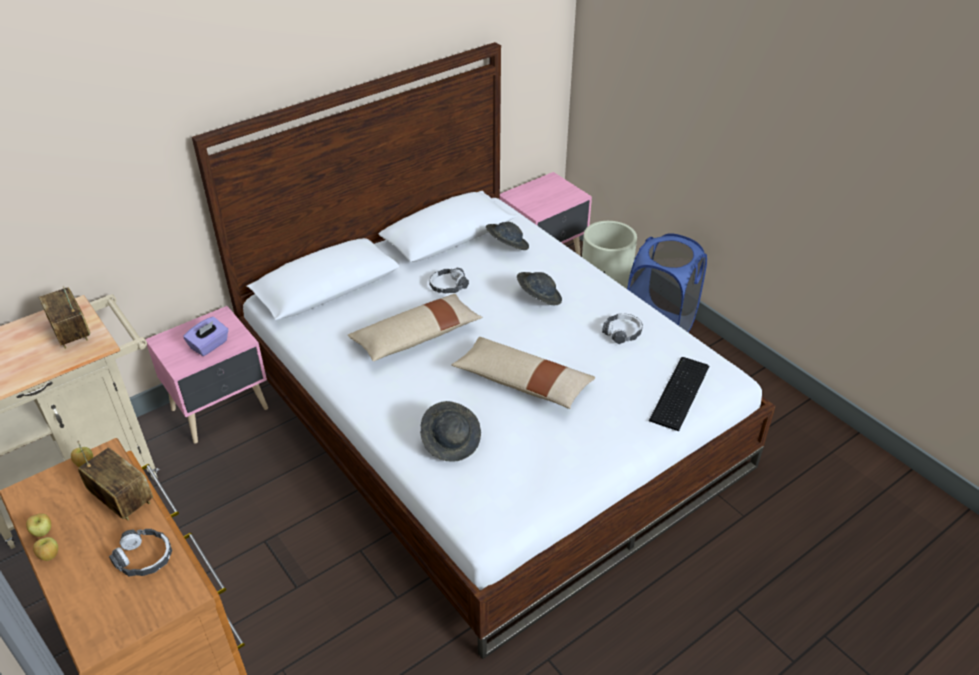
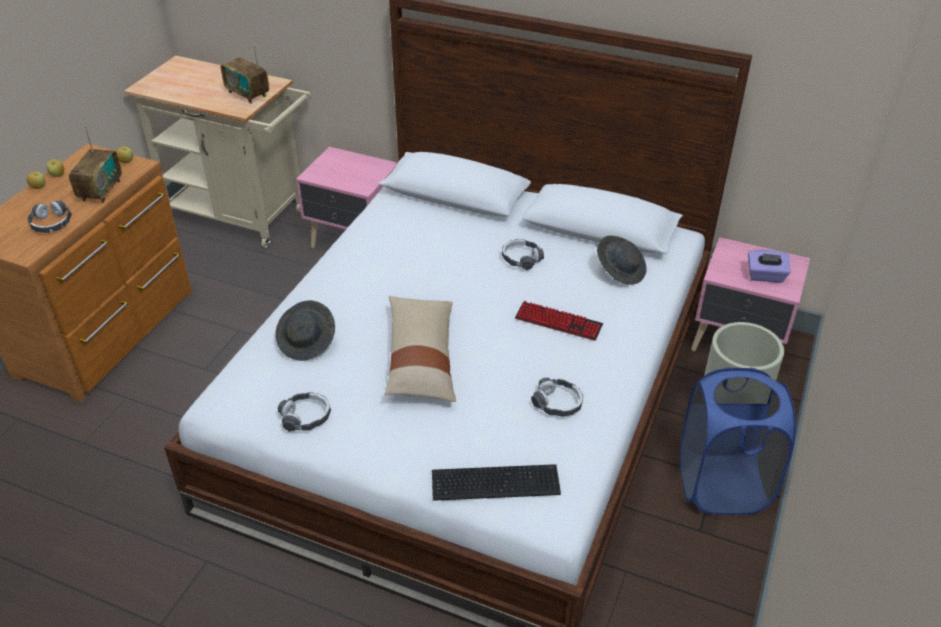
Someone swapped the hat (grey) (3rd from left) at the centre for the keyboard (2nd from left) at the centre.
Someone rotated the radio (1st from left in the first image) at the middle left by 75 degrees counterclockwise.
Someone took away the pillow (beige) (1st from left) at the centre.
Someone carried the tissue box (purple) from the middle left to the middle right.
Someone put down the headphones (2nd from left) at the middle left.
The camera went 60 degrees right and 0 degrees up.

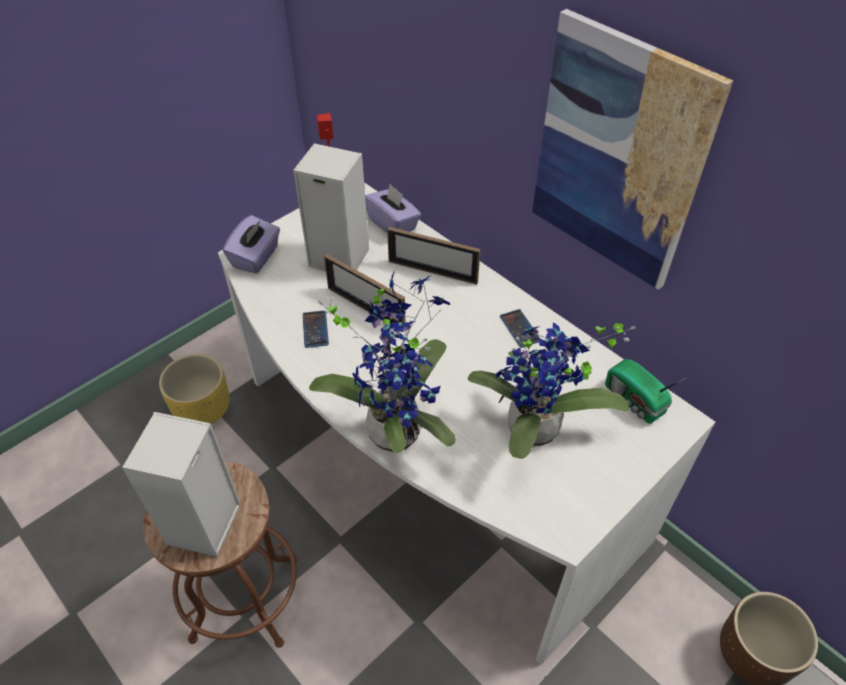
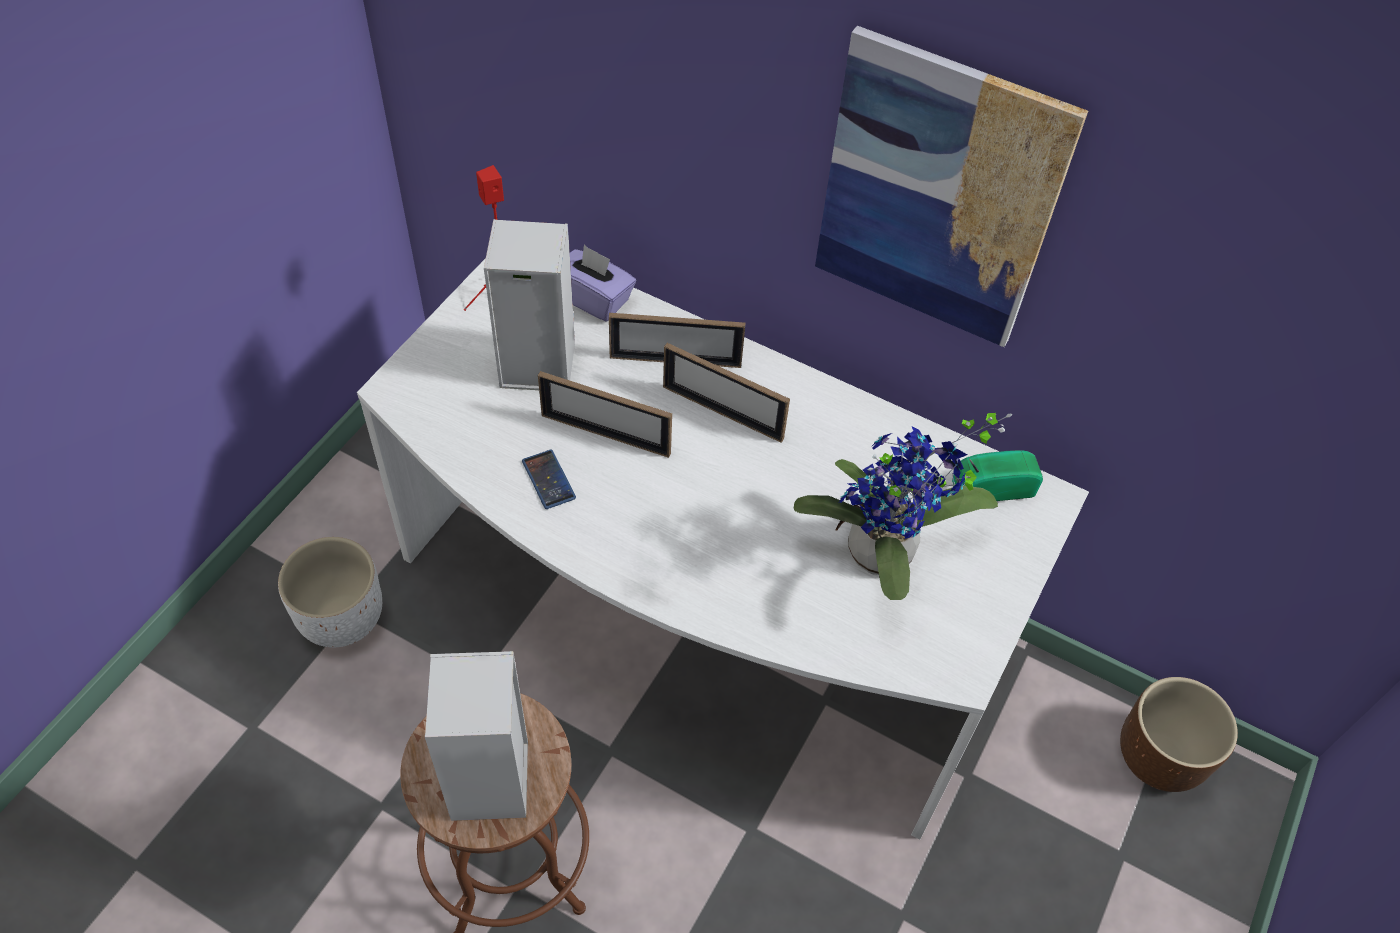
Someone took away the tissue box (purple) (1st from left) at the middle left.
Someone took away the potted plant (1st from left) at the centre.
Someone took away the phone (2nd from left) at the centre.
Someone repainted the planter (yellow) at the middle left, which became the planter (white) at the middle left.
Someone rotated the radio at the middle right by 135 degrees clockwise.
Someone put down the picture frame (3rd from left) at the centre.
The camera went 20 degrees left and 5 degrees up.

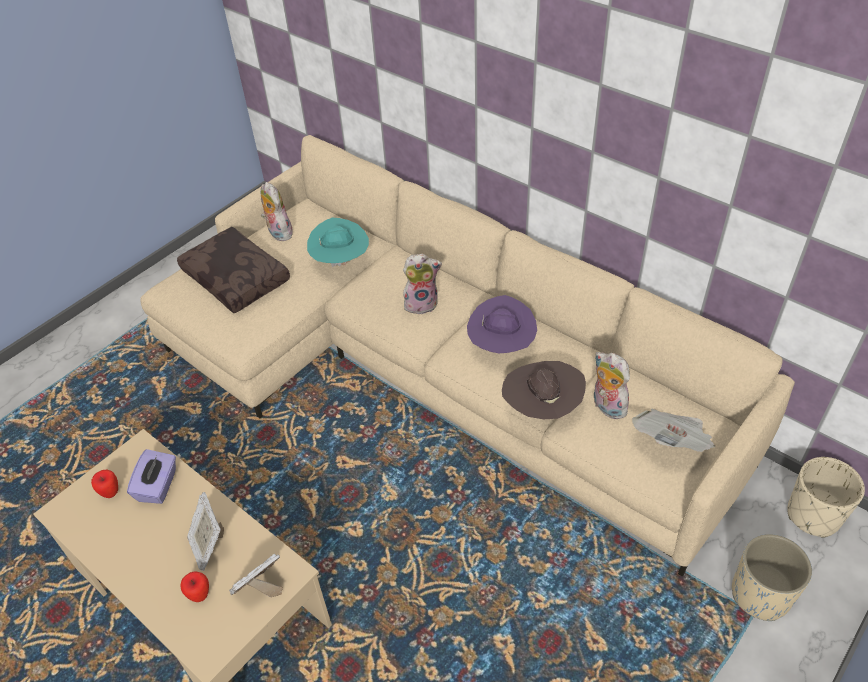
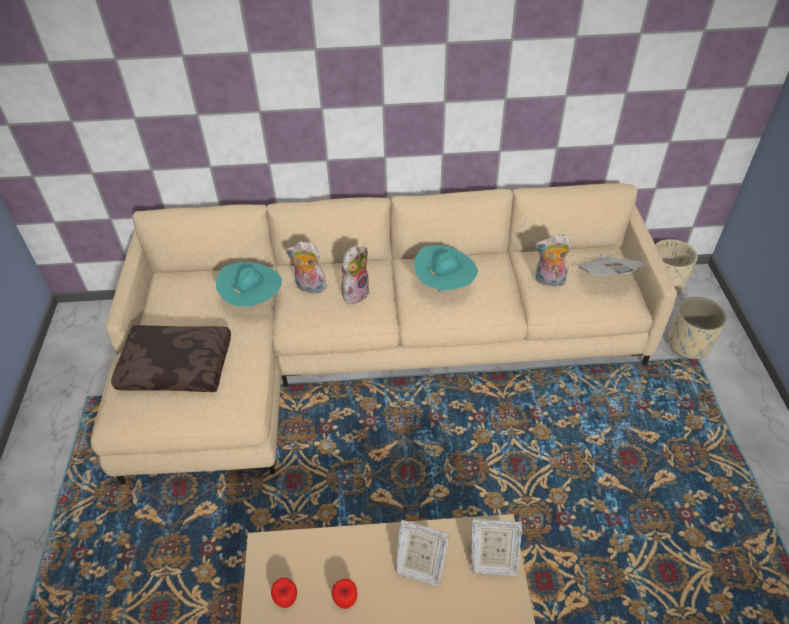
Someone carried the plush toy (1st from left) from the top left to the centre.
Someone repainted the hat (purple) at the centre, which became the hat (turquoise) (2nd from left) at the centre.
Someone took away the hat (brown) at the centre.
Someone took away the tissue box (purple) at the bottom left.
Someone rotated the picture frame (2nd from left) at the bottom left by 90 degrees counterclockwise.
Someone carried the apple (2nd from left) from the bottom left to the bottom centre.
The camera went 45 degrees left and 0 degrees up.

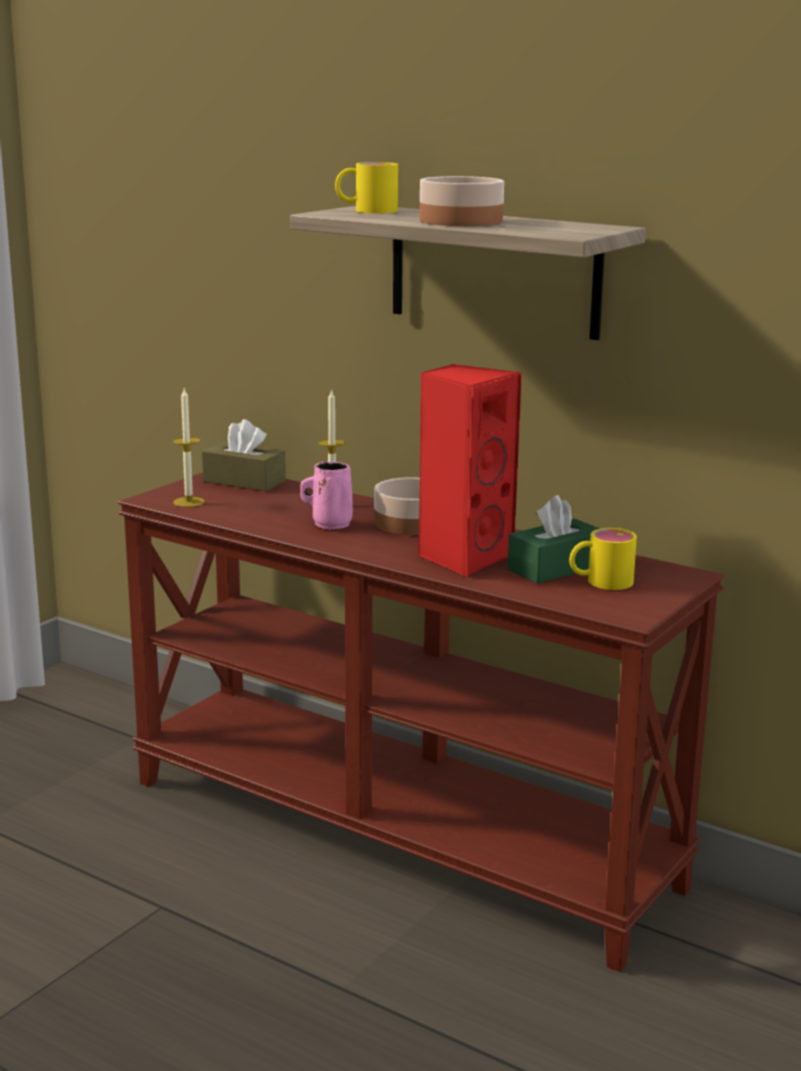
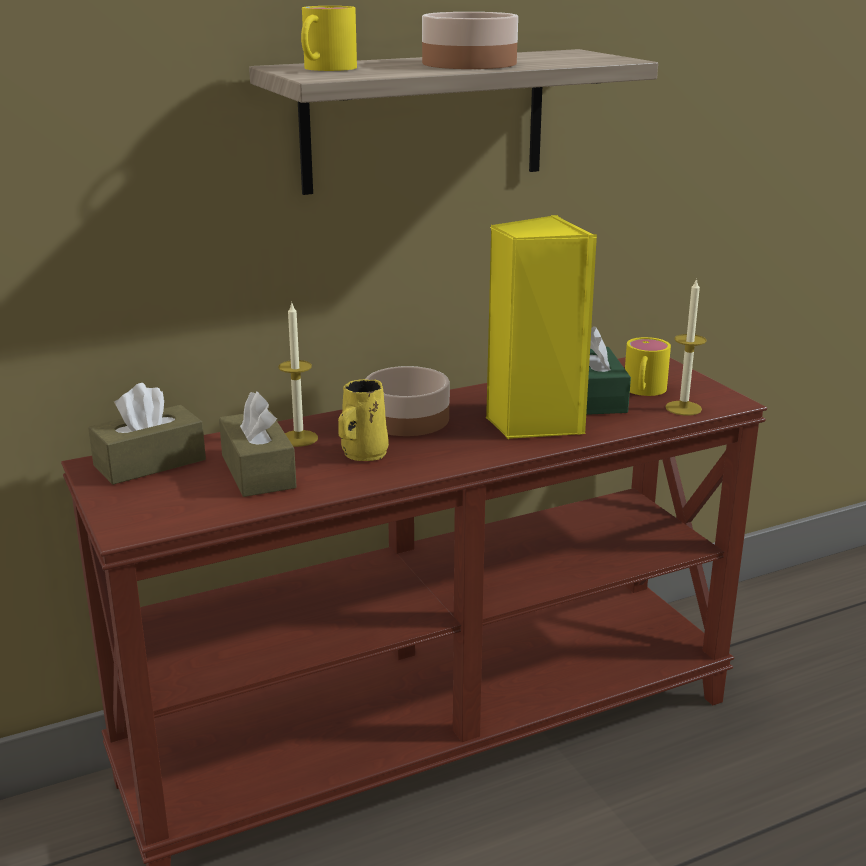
Someone repainted the speaker (red) at the centre, which became the speaker (yellow) at the centre.
Someone carried the candle (1st from left in the first image) from the middle left to the middle right.
Someone repainted the mug (pink) at the centre, which became the mug (yellow) (2nd from left) at the centre.
Someone put down the tissue box (brown) (2nd from left) at the middle left.
The camera went 60 degrees left and 5 degrees up.

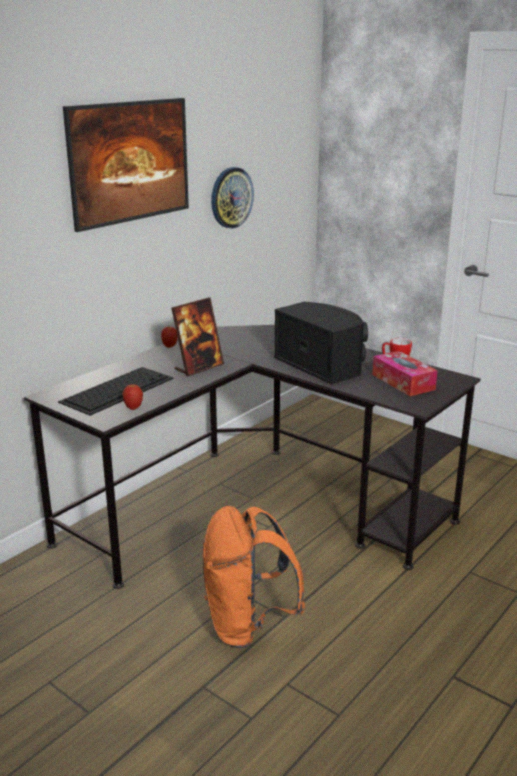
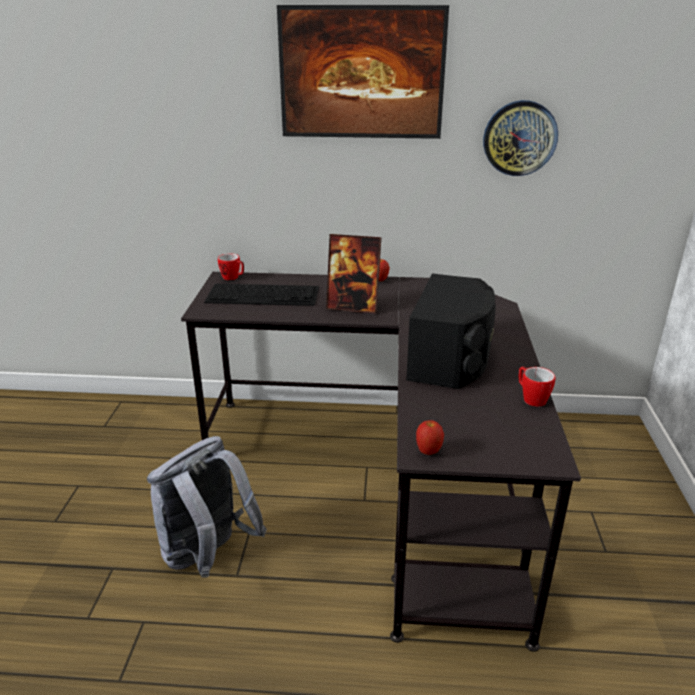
Someone took away the tissue box at the middle right.
Someone carried the apple (1st from left in the first image) from the middle left to the centre.
Someone repainted the backpack (orange) at the bottom centre, which became the backpack (grey) at the bottom left.
Someone put down the mug (1st from left) at the middle left.
The camera went 55 degrees right and 5 degrees up.

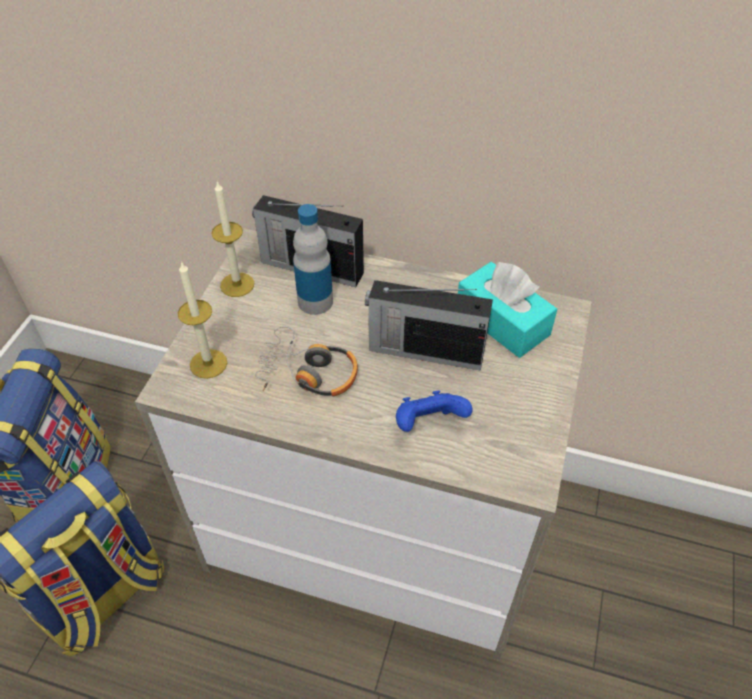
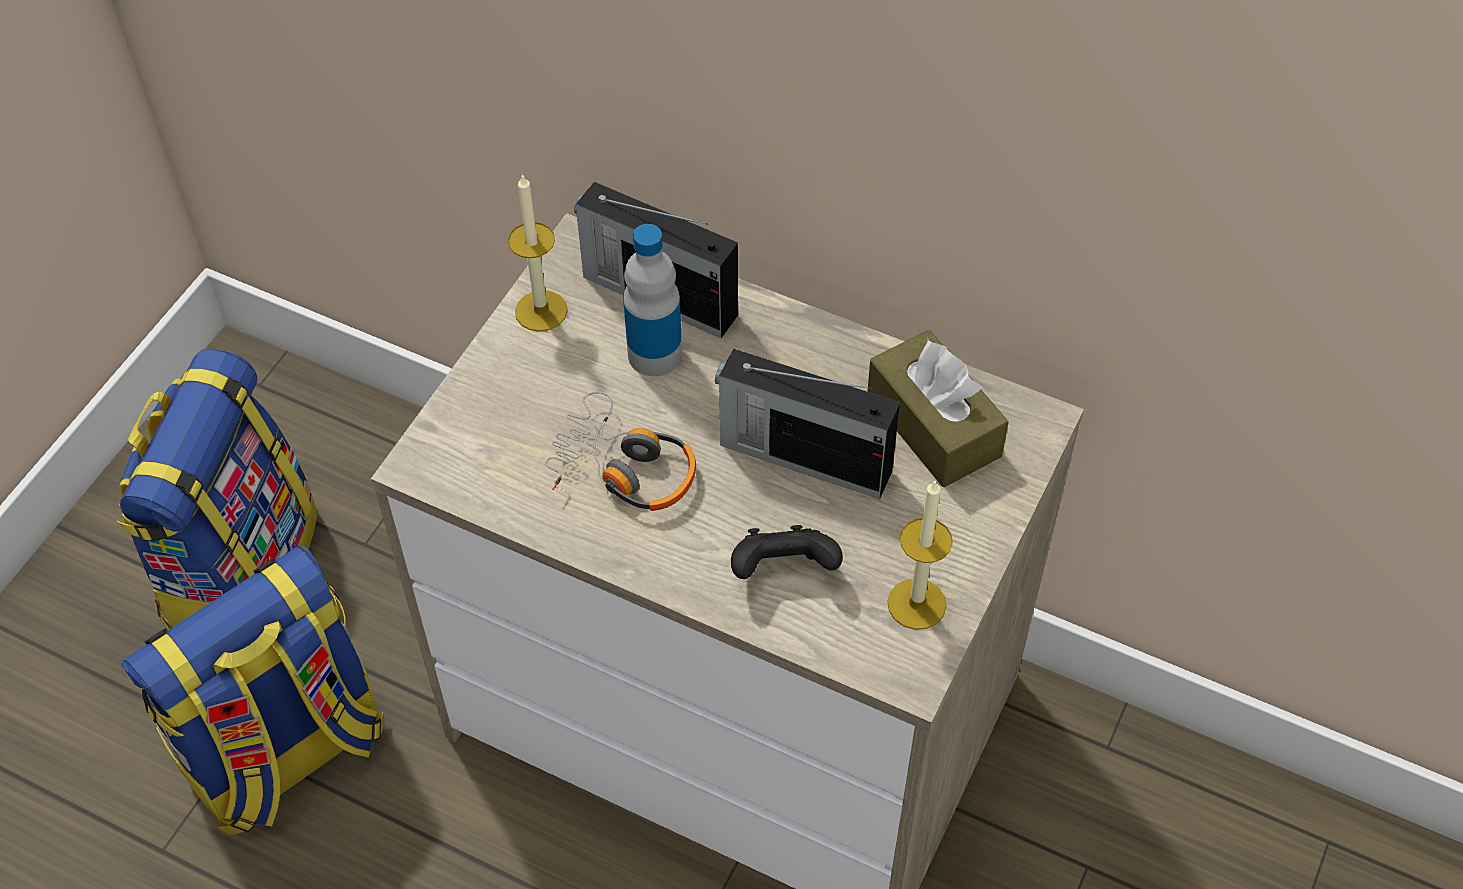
Someone carried the candle (1st from left in the first image) from the middle left to the centre.
Someone repainted the tissue box (turquoise) at the middle right, which became the tissue box (brown) at the centre.
Someone repainted the game controller (blue) at the centre, which became the game controller (black) at the centre.
The camera went 10 degrees right and 5 degrees up.

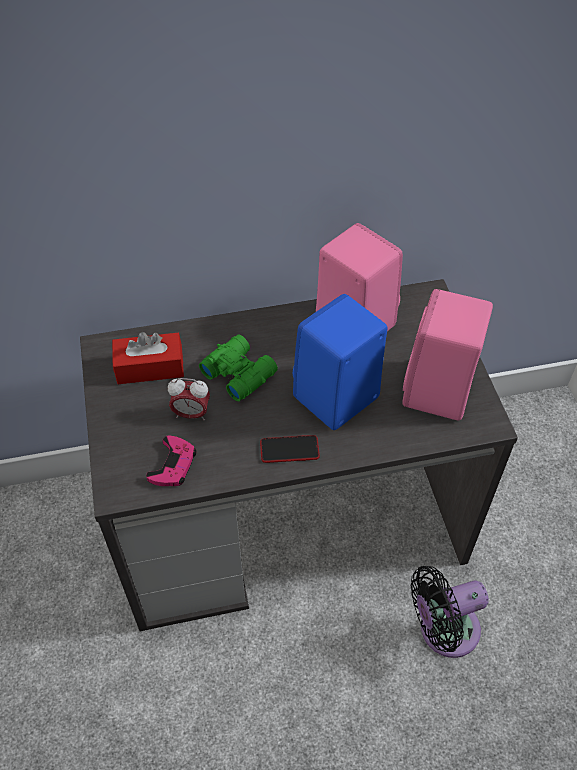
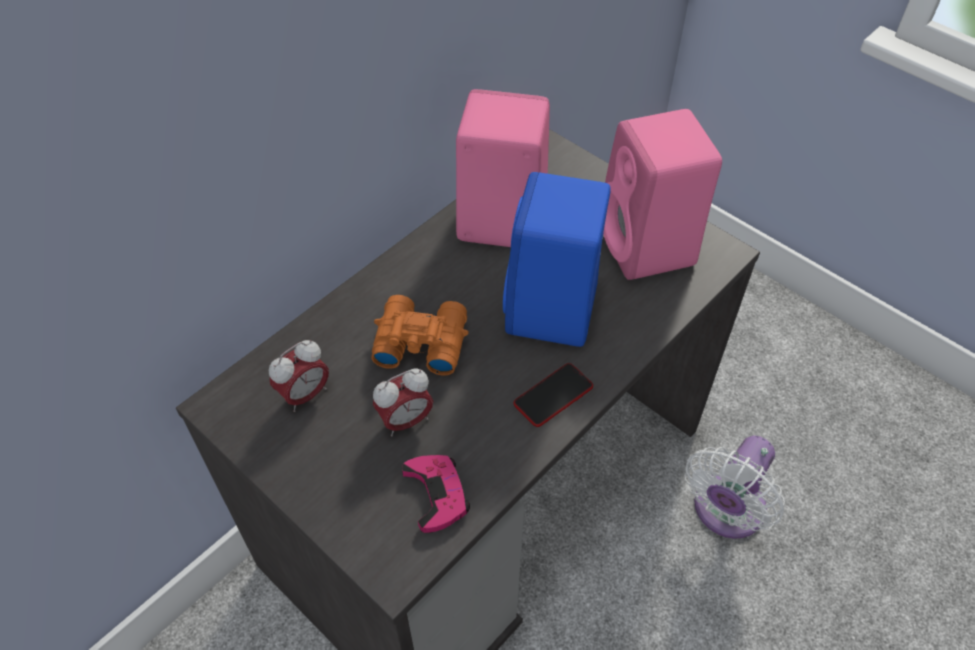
Someone swapped the tissue box (red) at the middle left for the alarm clock (1st from left) at the middle left.
Someone repainted the binoculars (green) at the centre, which became the binoculars (orange) at the centre.
Someone repainted the fan (black) at the bottom right, which became the fan (white) at the bottom right.
The camera went 35 degrees left and 0 degrees up.

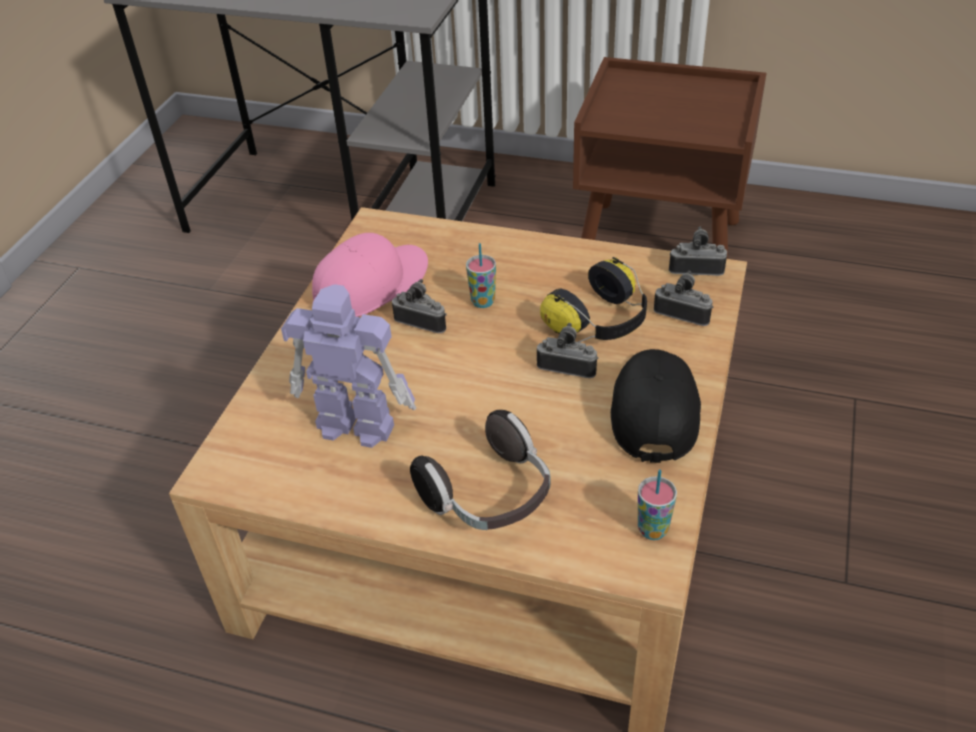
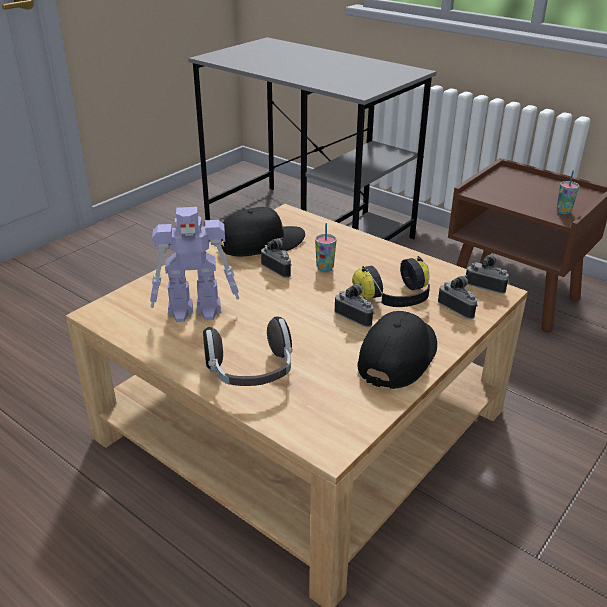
Someone repainted the cap (pink) at the centre, which became the cap (black) (1st from left) at the centre.
Someone rotated the toy robot at the centre by 135 degrees clockwise.
Someone carried the cup (2nd from left) from the bottom right to the top right.
The camera went 20 degrees right and 10 degrees down.

